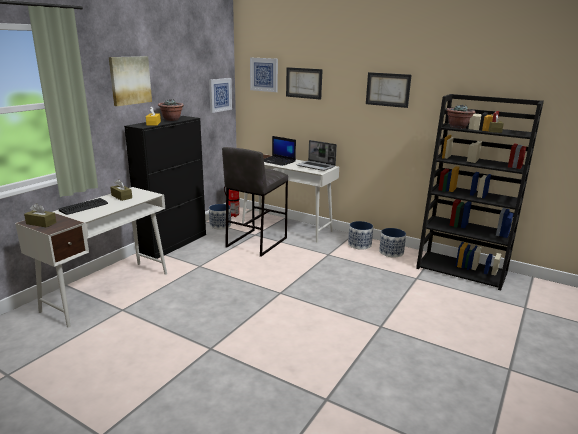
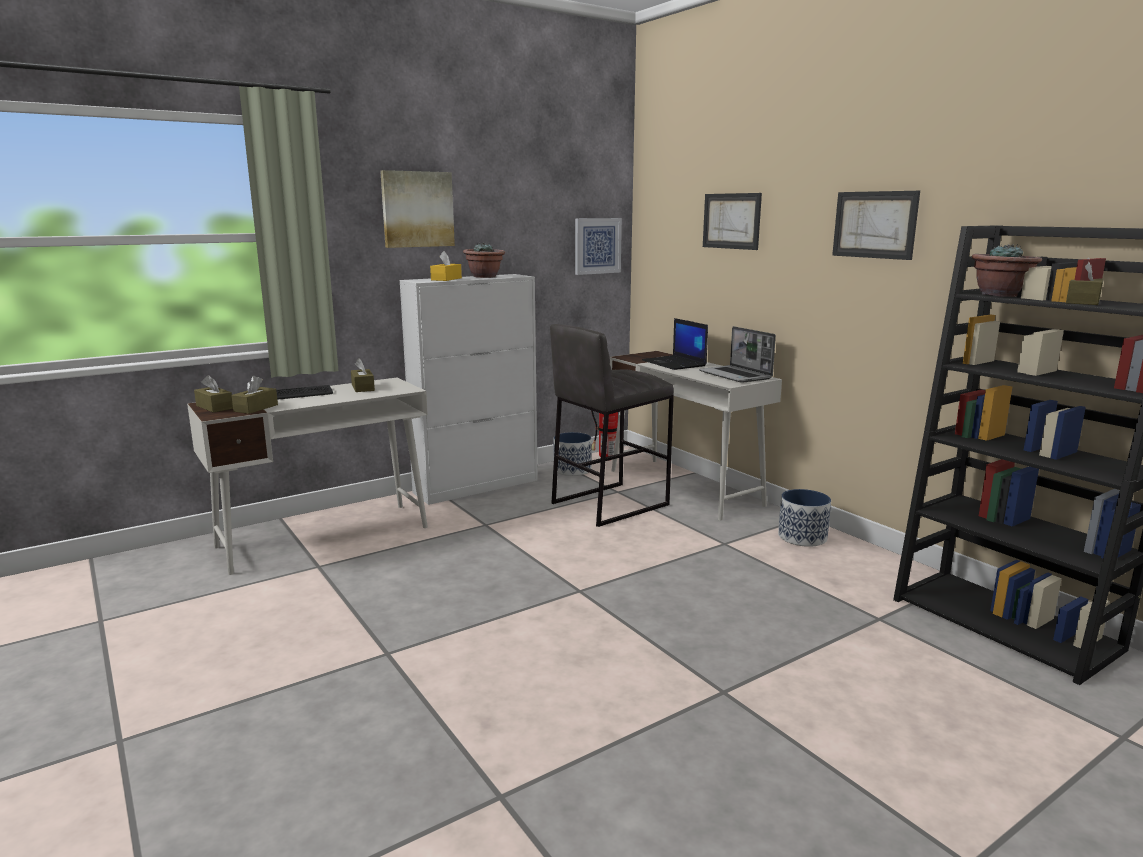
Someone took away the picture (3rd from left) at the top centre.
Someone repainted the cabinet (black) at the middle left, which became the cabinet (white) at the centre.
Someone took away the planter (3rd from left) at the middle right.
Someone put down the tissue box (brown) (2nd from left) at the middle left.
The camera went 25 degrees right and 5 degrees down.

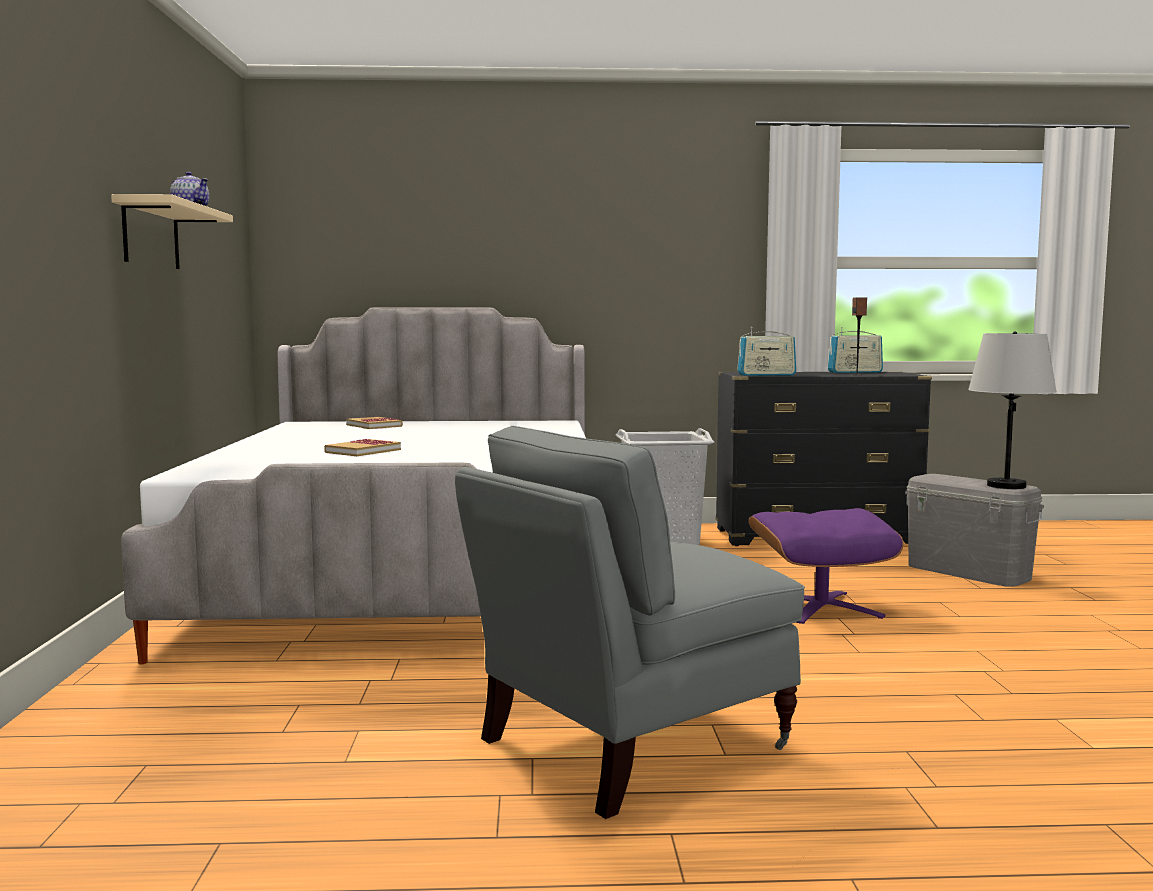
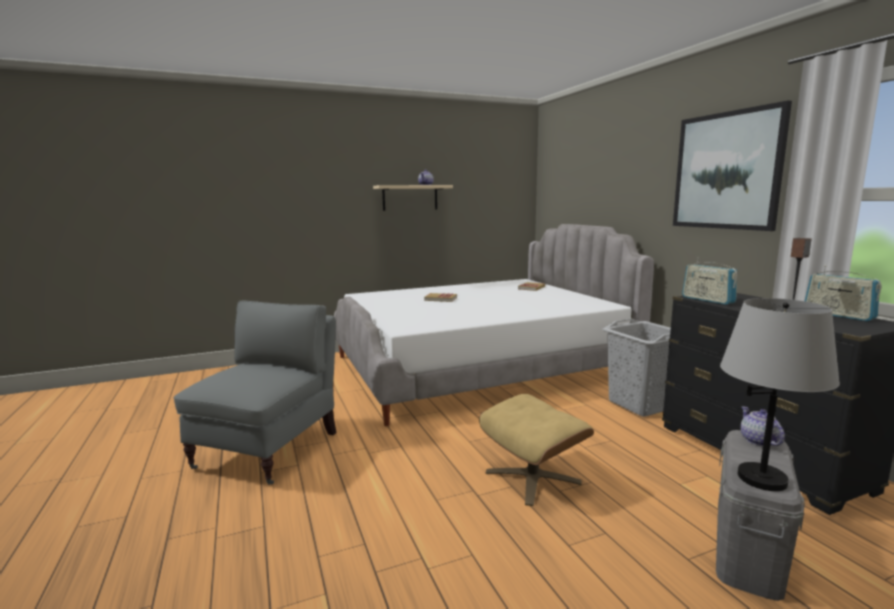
Someone rotated the armchair (grey) at the bottom centre by 75 degrees clockwise.
Someone repainted the ottoman (purple) at the middle right, which became the ottoman (beige) at the bottom centre.
Someone put up the picture at the top right.
Someone put down the teapot (2nd from left) at the bottom right.
The camera went 70 degrees right and 5 degrees up.

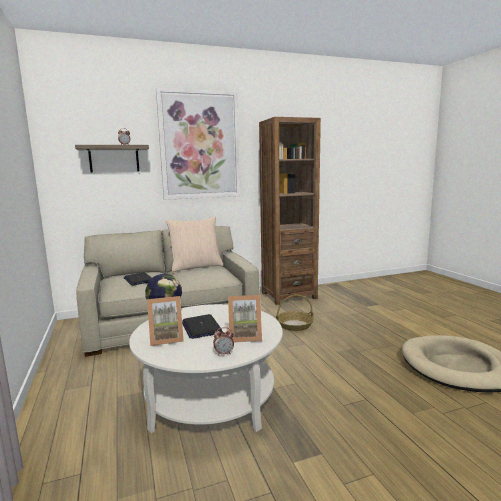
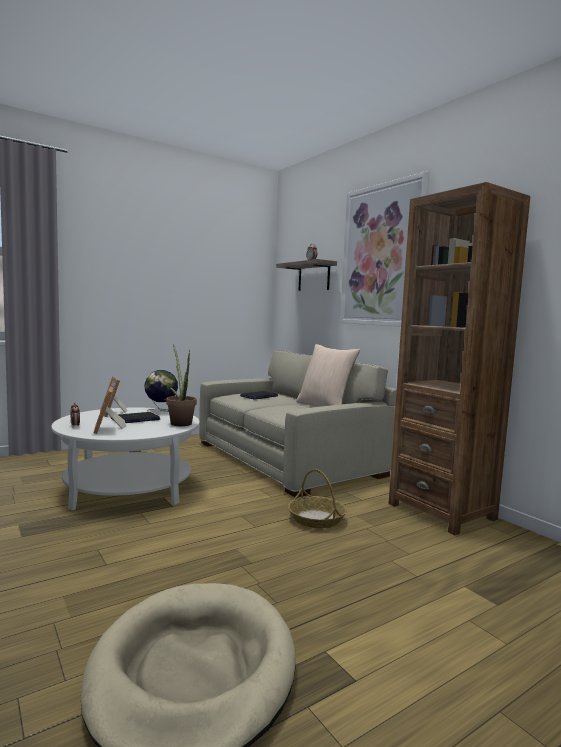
Someone put down the potted plant at the middle left.
The camera went 75 degrees right and 5 degrees down.

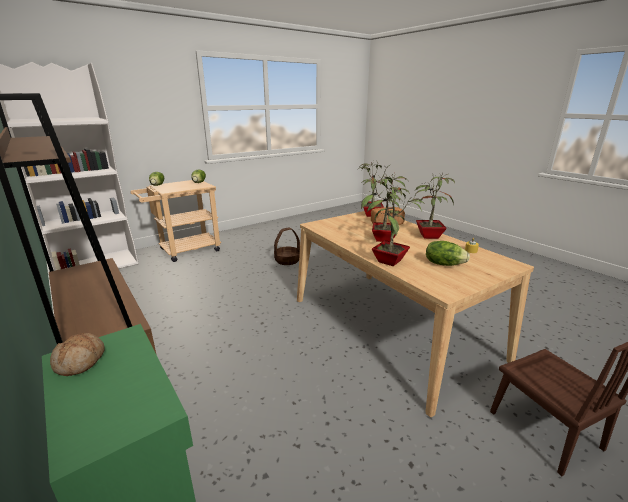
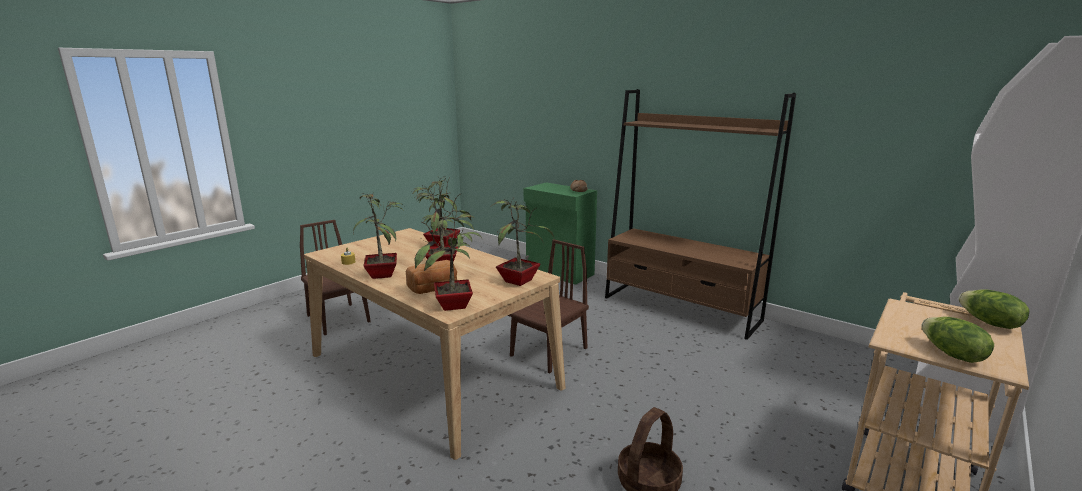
Someone took away the lettuce (3rd from left) at the middle right.
Someone put down the potted plant (5th from left) at the centre.
Someone put down the chair (brown) (2nd from left) at the centre.
The camera went 165 degrees right and 5 degrees down.

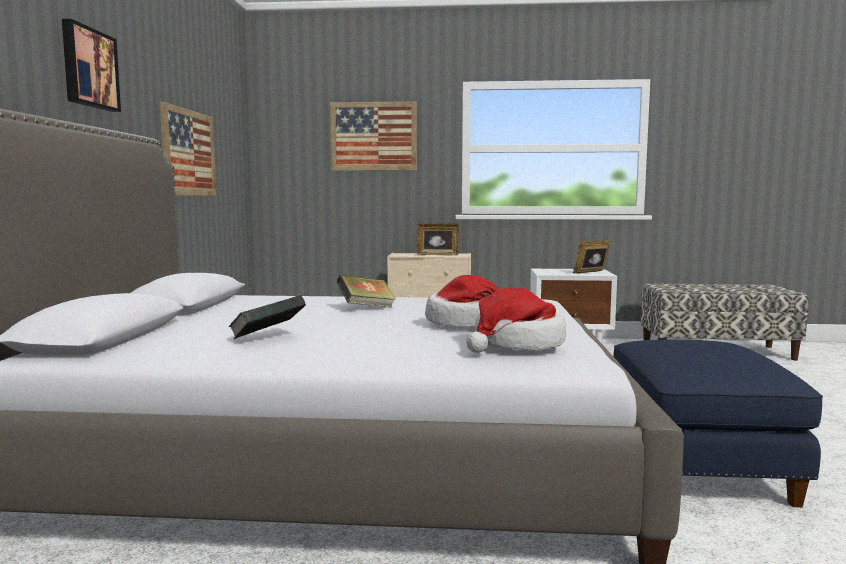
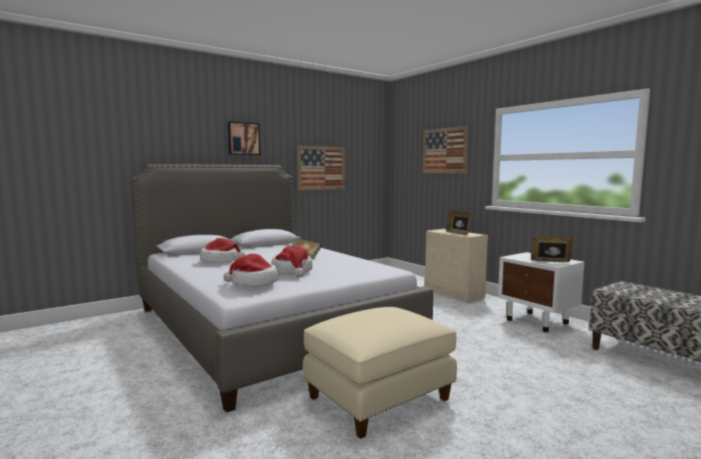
Someone swapped the book (1st from left) at the middle left for the hat (1st from left) at the middle left.
Someone repainted the ottoman (blue) at the bottom right, which became the ottoman (beige) at the bottom centre.
The camera went 50 degrees right and 0 degrees up.

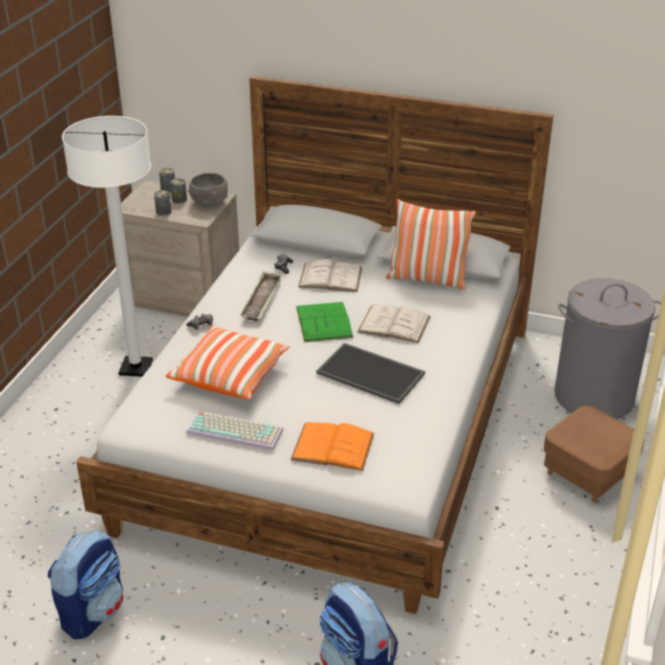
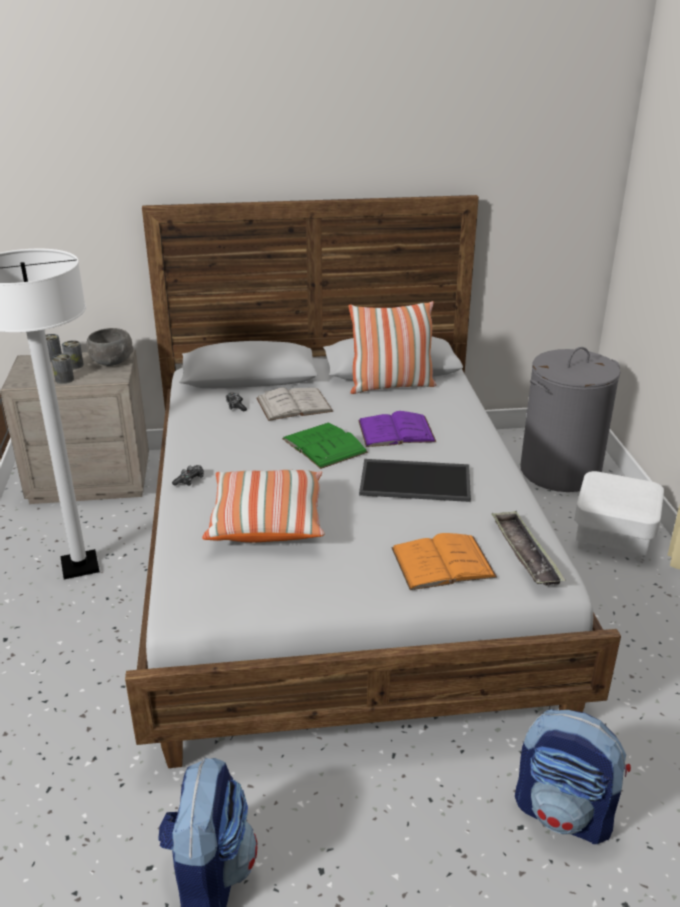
Someone carried the tray (1st from left in the first image) from the centre to the middle right.
Someone repainted the book (white) (2nd from left) at the centre, which became the book (purple) at the centre.
Someone repainted the ottoman (brown) at the bottom right, which became the ottoman (white) at the middle right.
Someone took away the keyboard at the centre.
The camera went 25 degrees left and 5 degrees down.

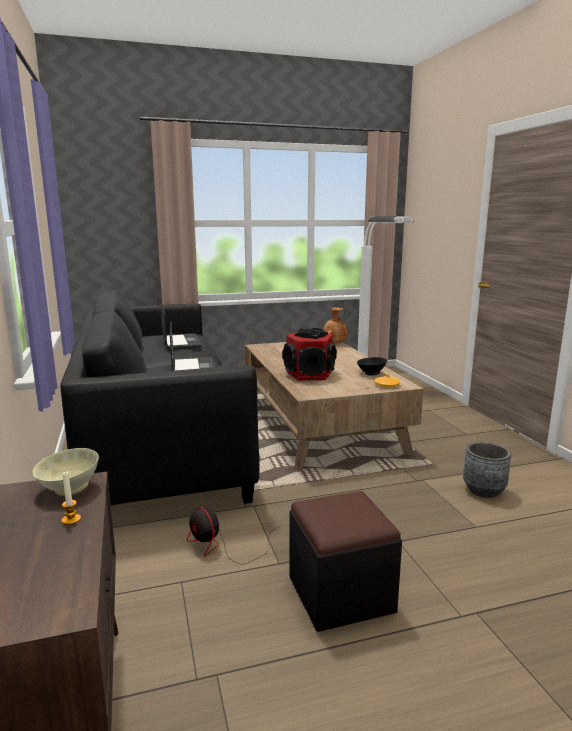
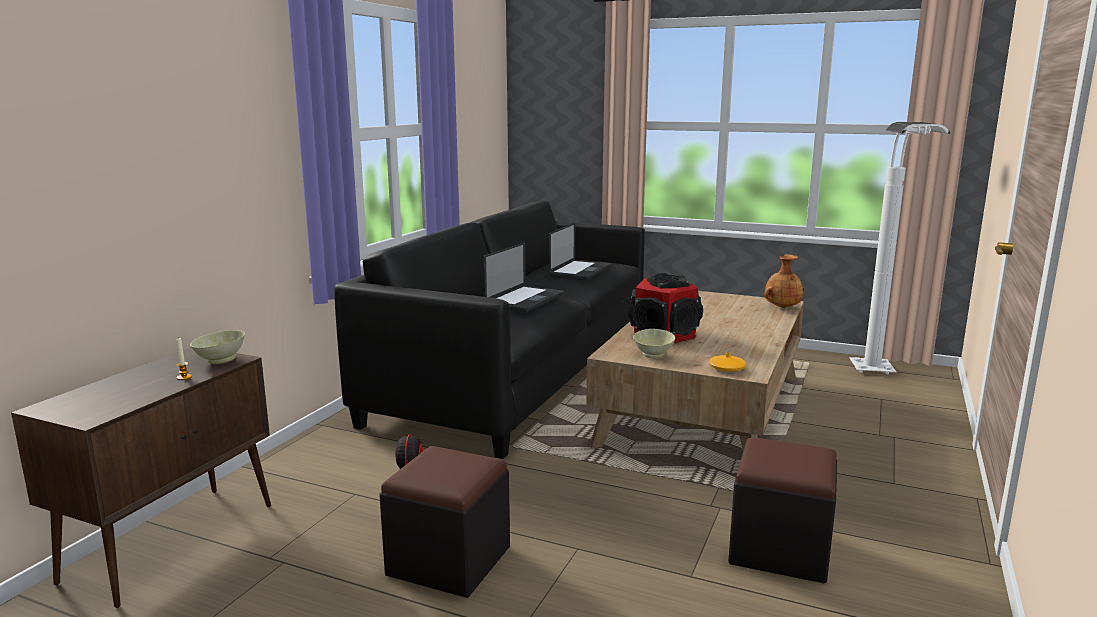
Someone took away the bowl (black) at the centre.
Someone swapped the planter (grey) at the middle right for the ottoman (black) (2nd from left) at the bottom right.
Someone put down the bowl (beige) (2nd from left) at the centre.
The camera went 40 degrees right and 0 degrees up.

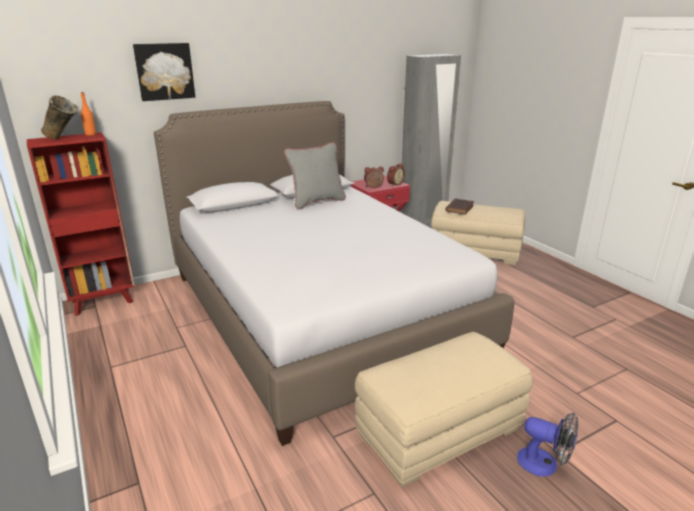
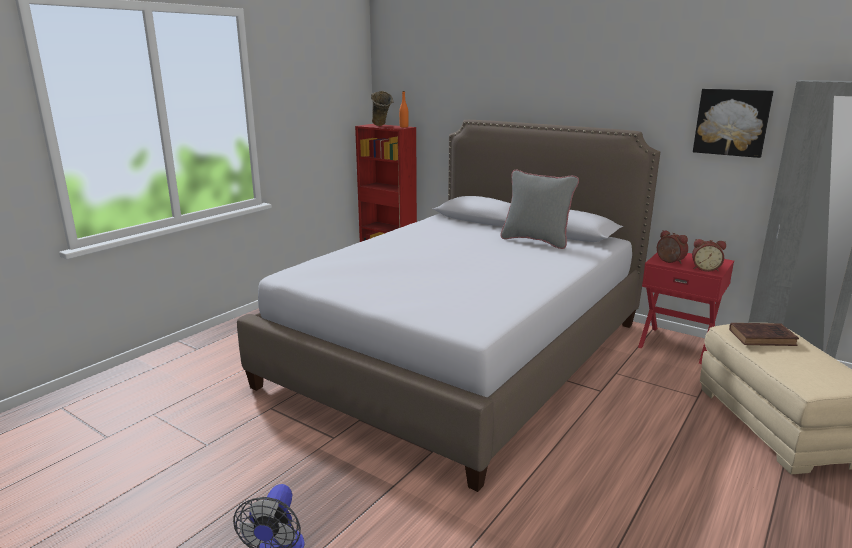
Someone carried the picture from the top left to the top right.
Someone took away the ottoman (beige) (1st from left) at the bottom centre.
The camera went 65 degrees right and 5 degrees down.

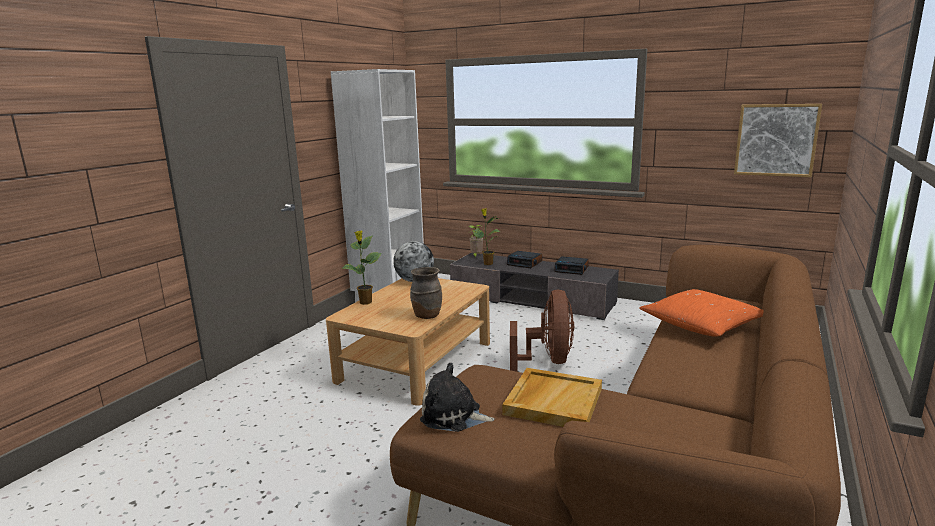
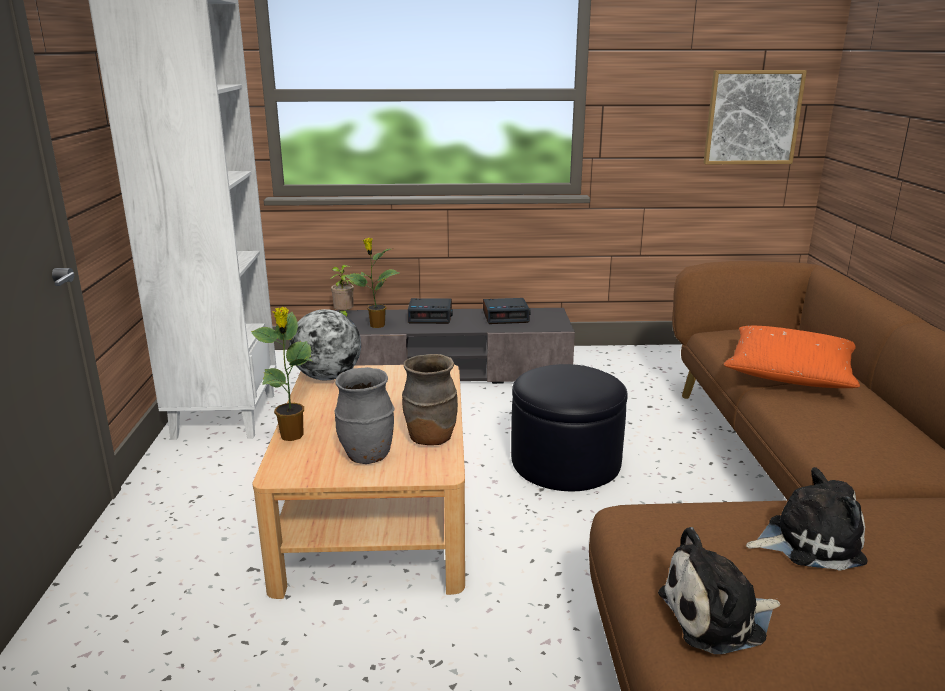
Someone swapped the fan (brown) at the centre for the ottoman (black) at the centre.
Someone swapped the tray (beige) at the bottom centre for the plush toy (2nd from left) at the bottom right.
Someone put down the vase (grey) at the centre.
The camera went 30 degrees left and 5 degrees up.

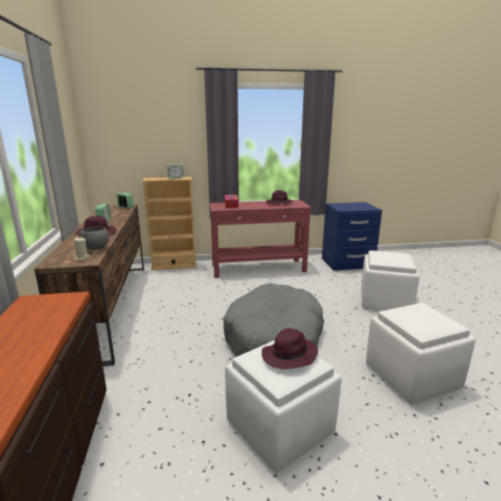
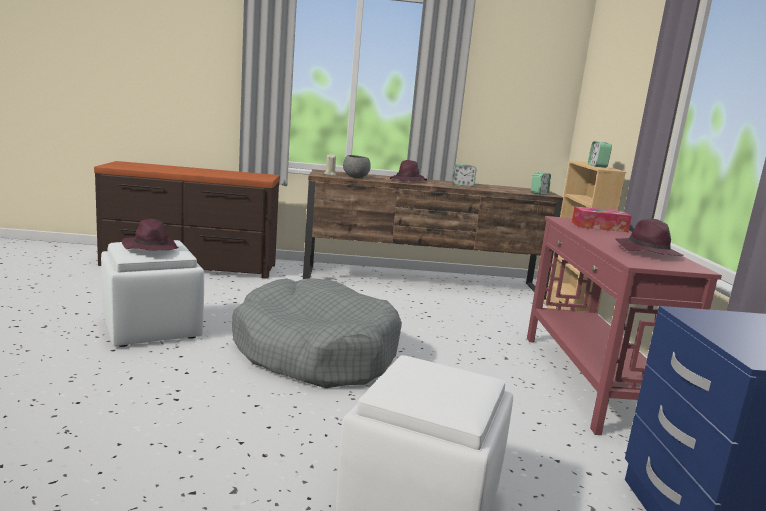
Someone took away the ottoman (white) (3rd from left) at the bottom right.
The camera went 95 degrees right and 5 degrees down.

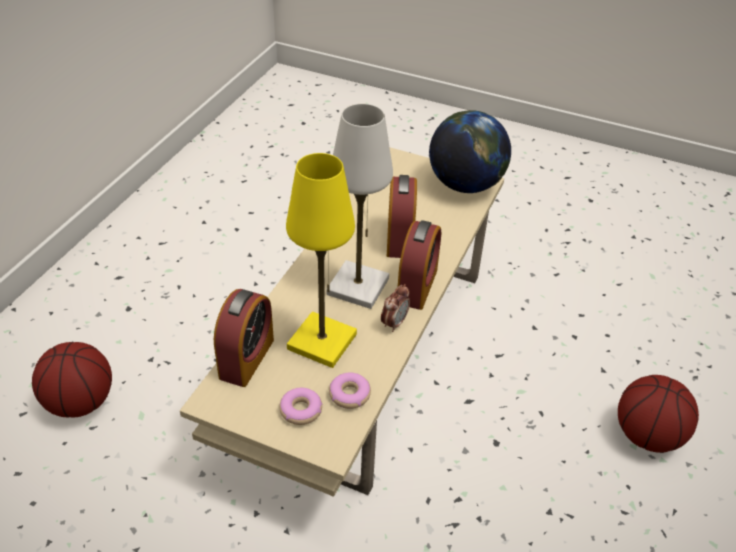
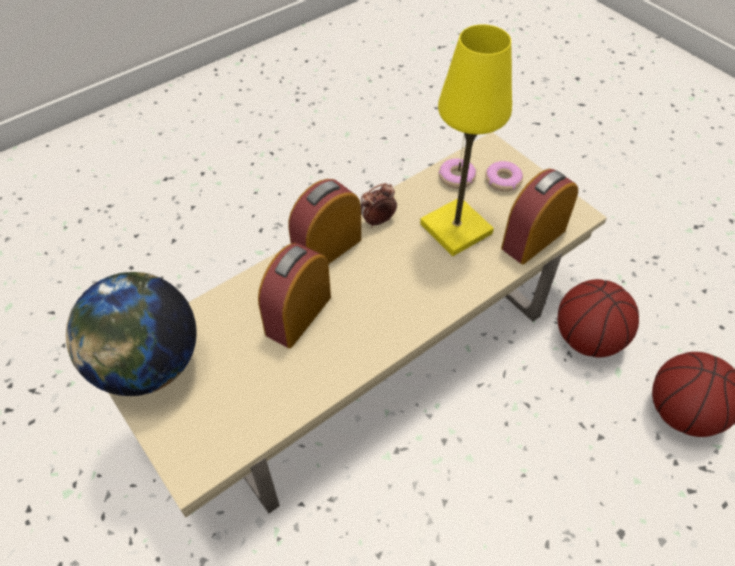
Someone took away the table lamp (white) at the centre.
Someone carried the basketball (2nd from left in the first image) from the bottom right to the middle right.
The camera went 150 degrees left and 10 degrees up.

